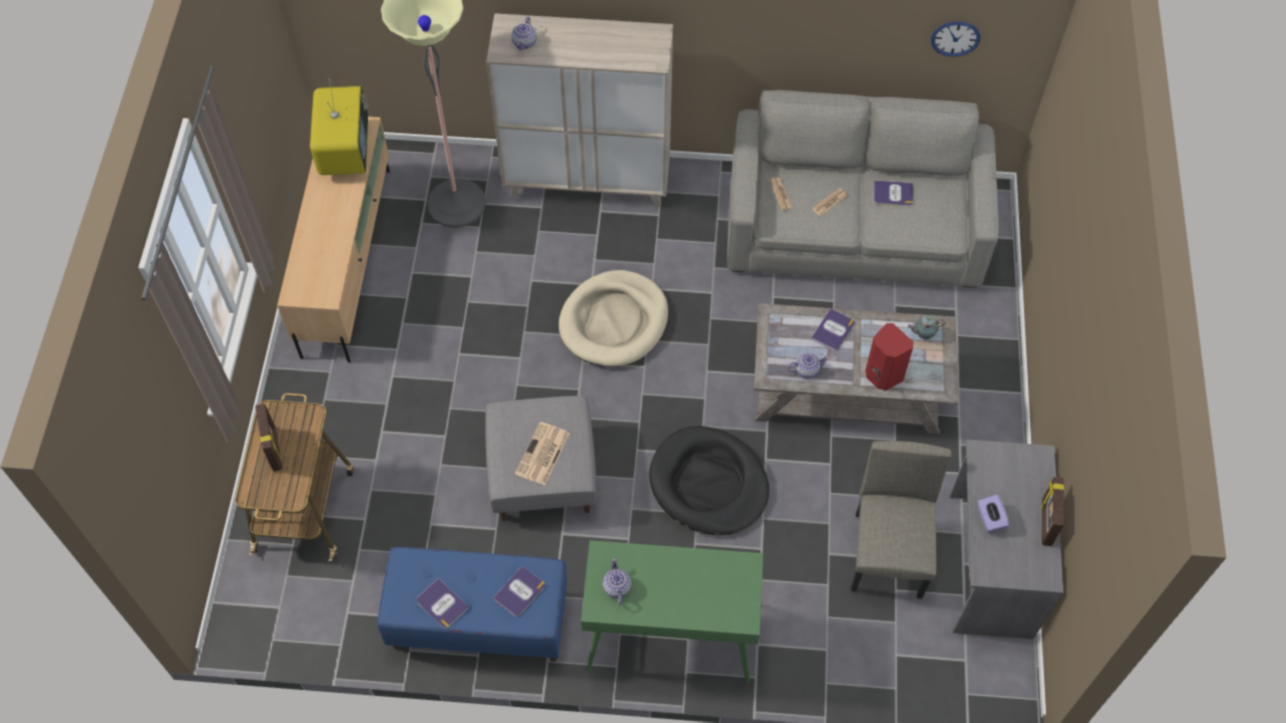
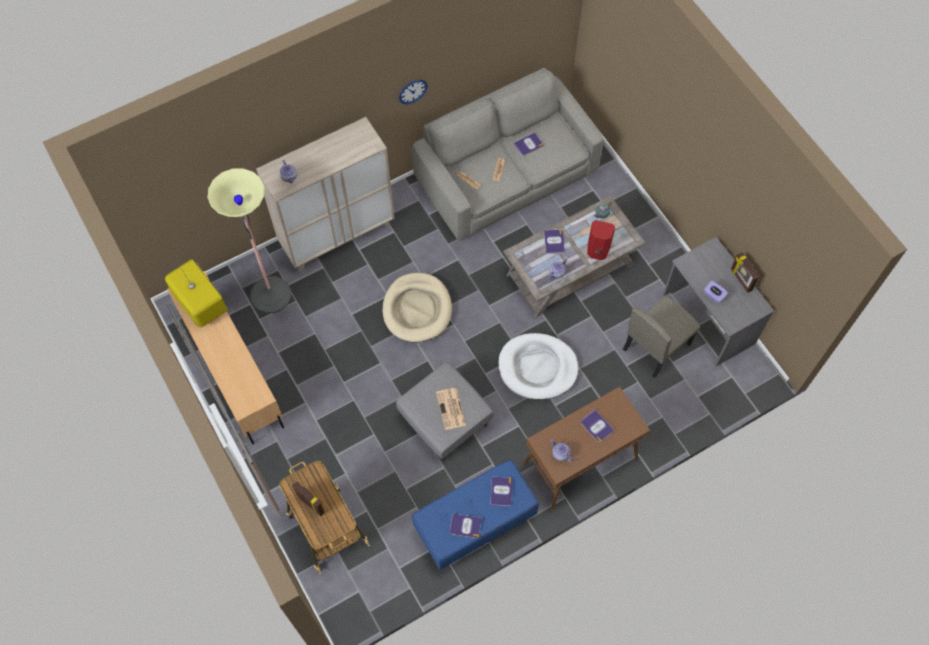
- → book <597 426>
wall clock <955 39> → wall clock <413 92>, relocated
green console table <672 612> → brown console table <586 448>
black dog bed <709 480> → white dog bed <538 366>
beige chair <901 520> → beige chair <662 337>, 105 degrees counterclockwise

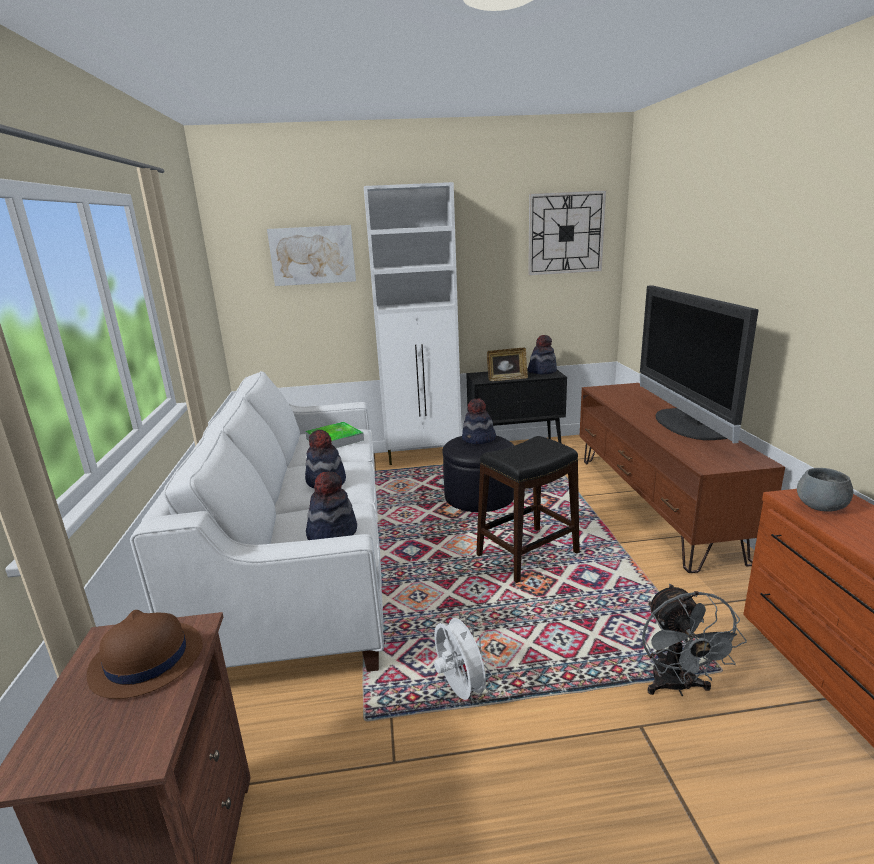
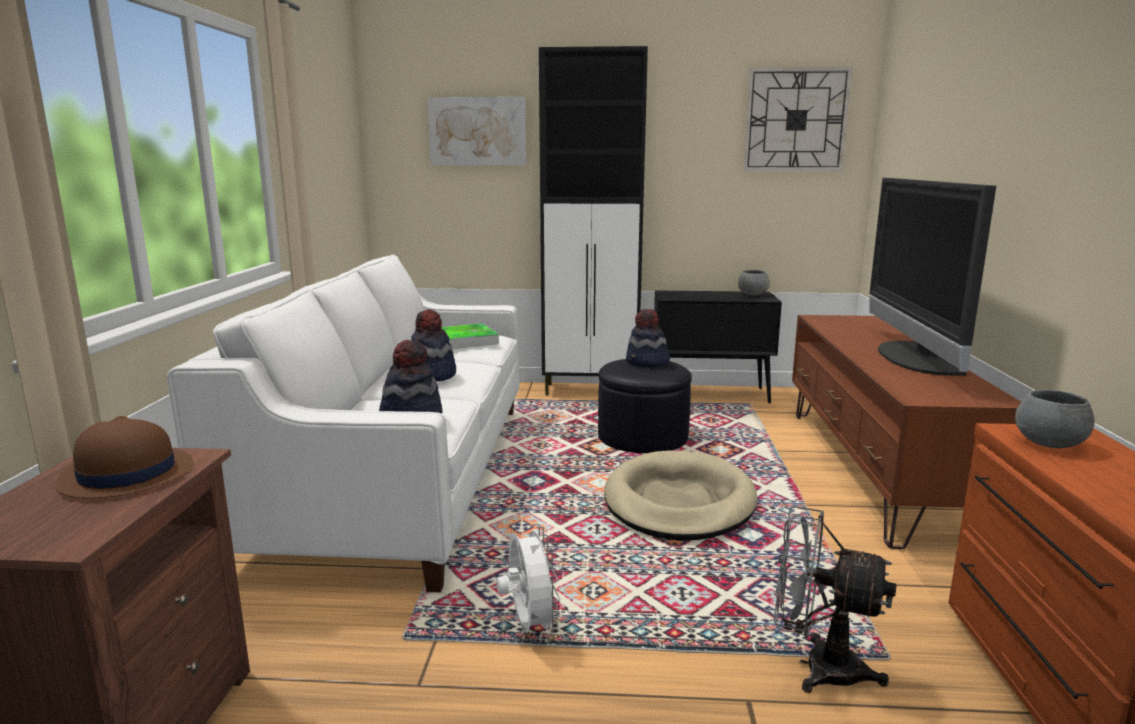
picture frame <507 364> → -
black stool <528 509> → beige dog bed <680 495>
hat <542 354> → grey bowl <754 283>
white cabinet <413 323> → black cabinet <593 220>
grey fan <694 640> → grey fan <834 599>, 105 degrees clockwise

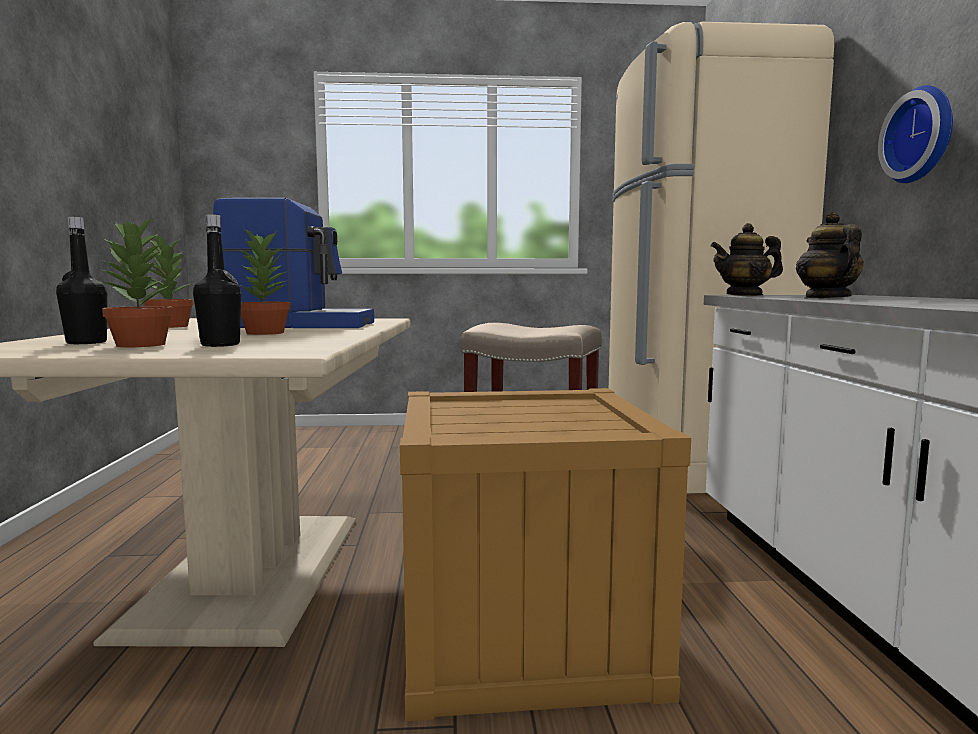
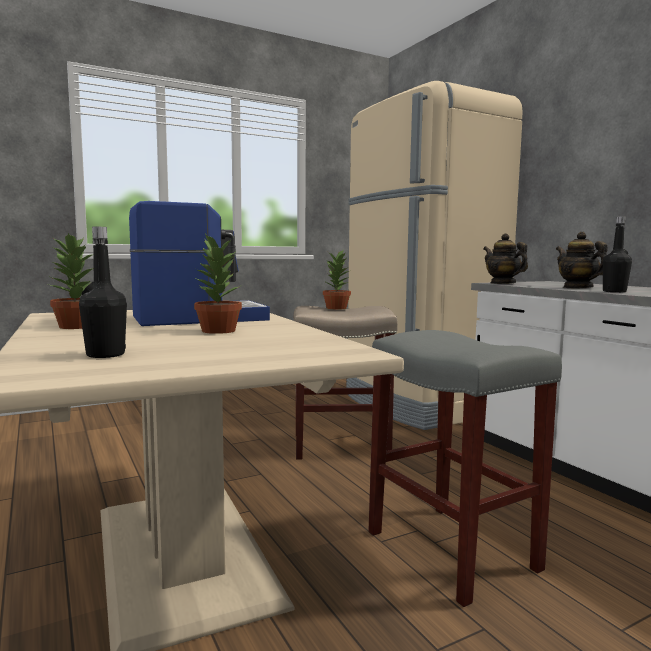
wall clock <915 134> → -
potted plant <134 282> → potted plant <337 280>, relocated
black bottle <217 280> → black bottle <617 254>, relocated
crate <545 554> → grey stool <465 468>
teapot <747 259> → teapot <505 258>, 90 degrees clockwise

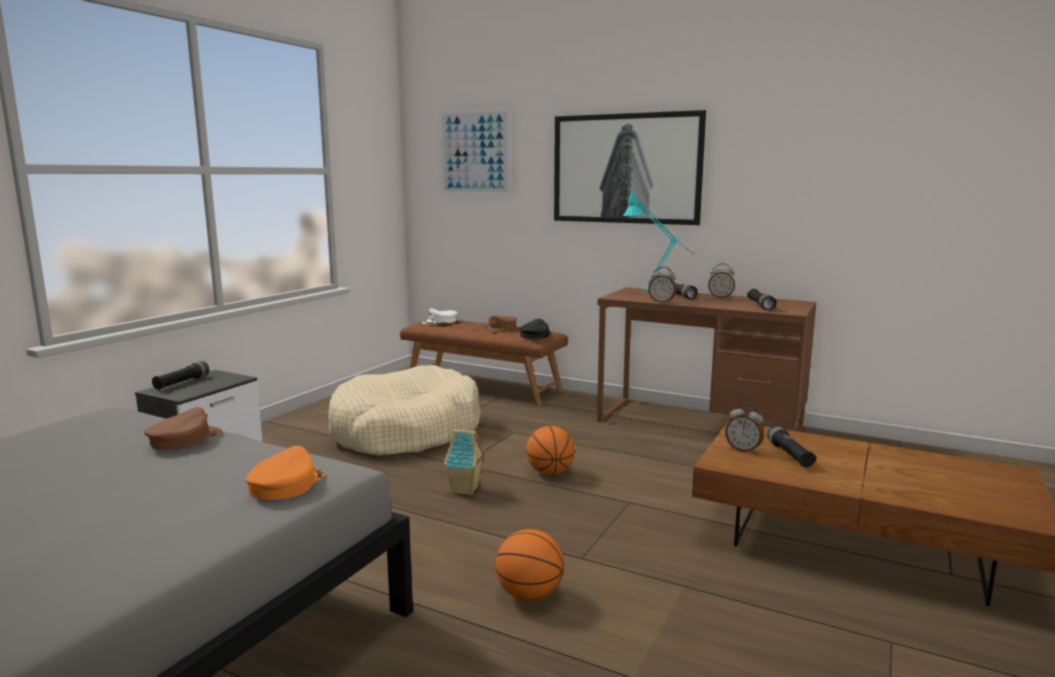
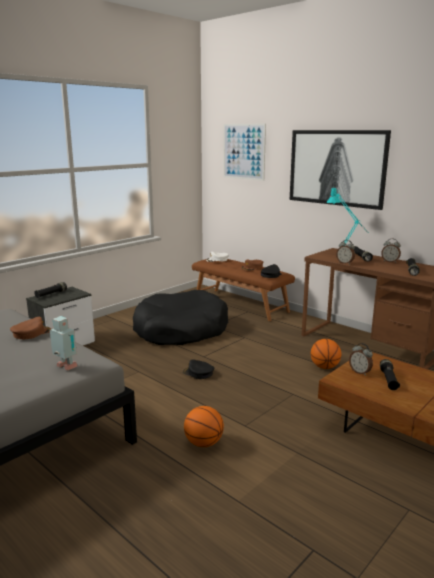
basketball <550 450> → basketball <326 354>, relocated
orange cap <285 473> → toy robot <63 343>
toy house <465 462> → black cap <198 369>
beige dog bed <404 410> → black dog bed <180 317>

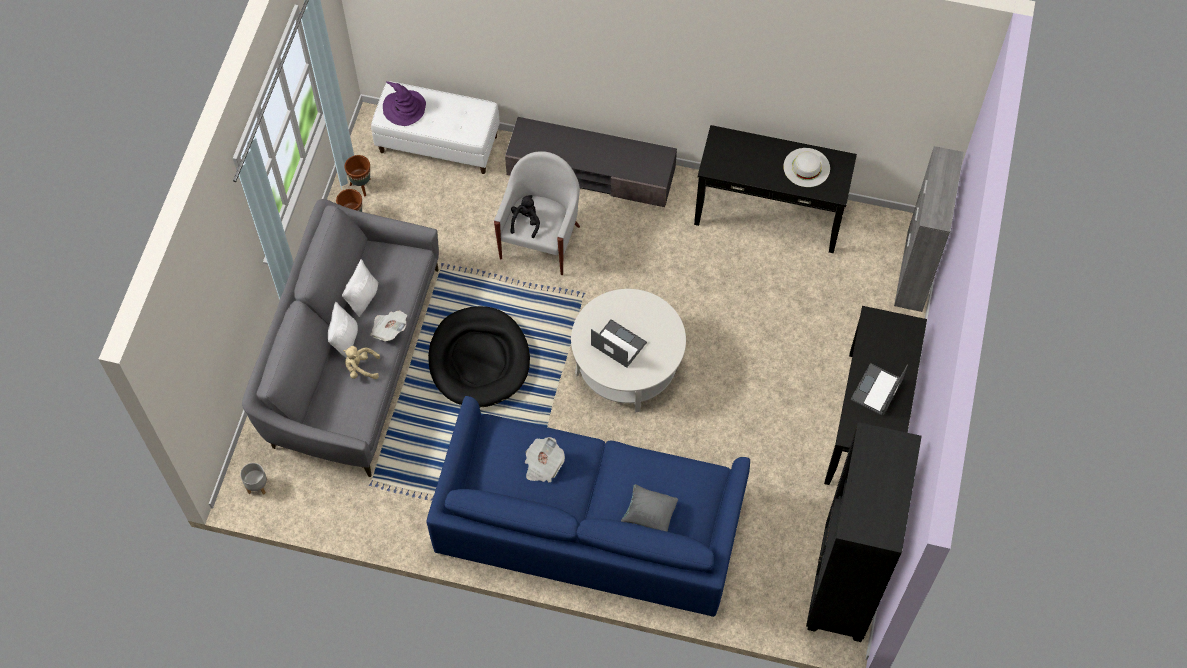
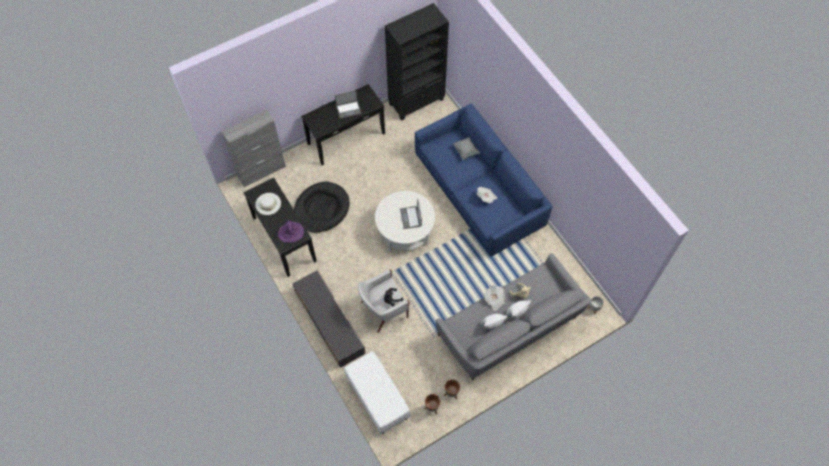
purple hat <404 103> → purple hat <291 232>, relocated
black dog bed <479 357> → black dog bed <322 207>, relocated

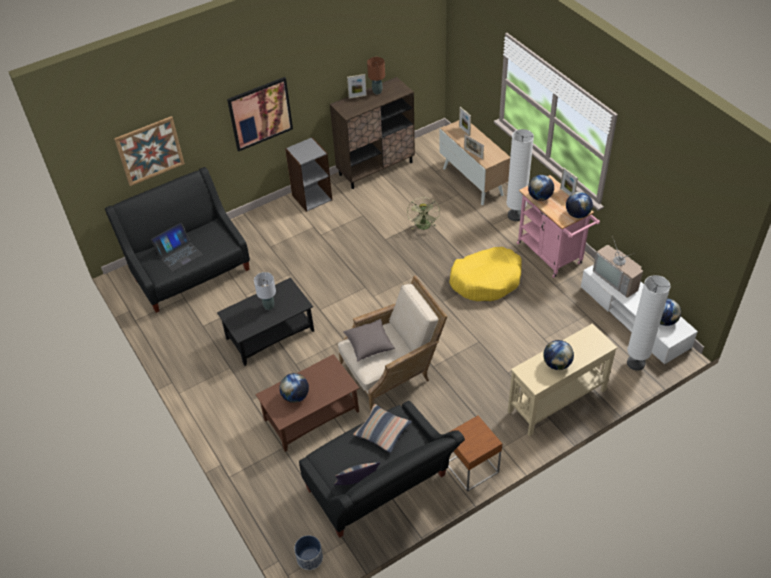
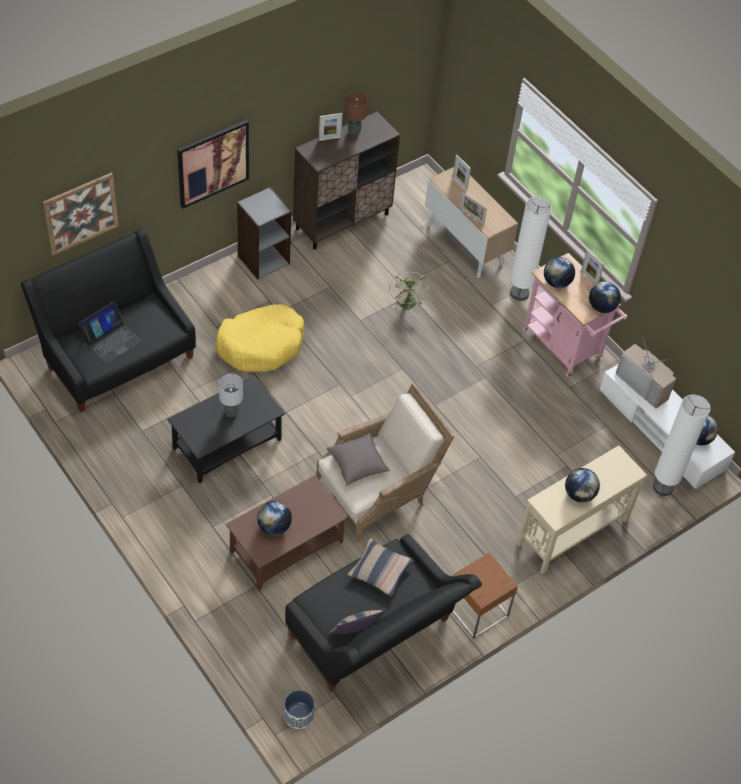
yellow dog bed <485 274> → yellow dog bed <259 338>, relocated

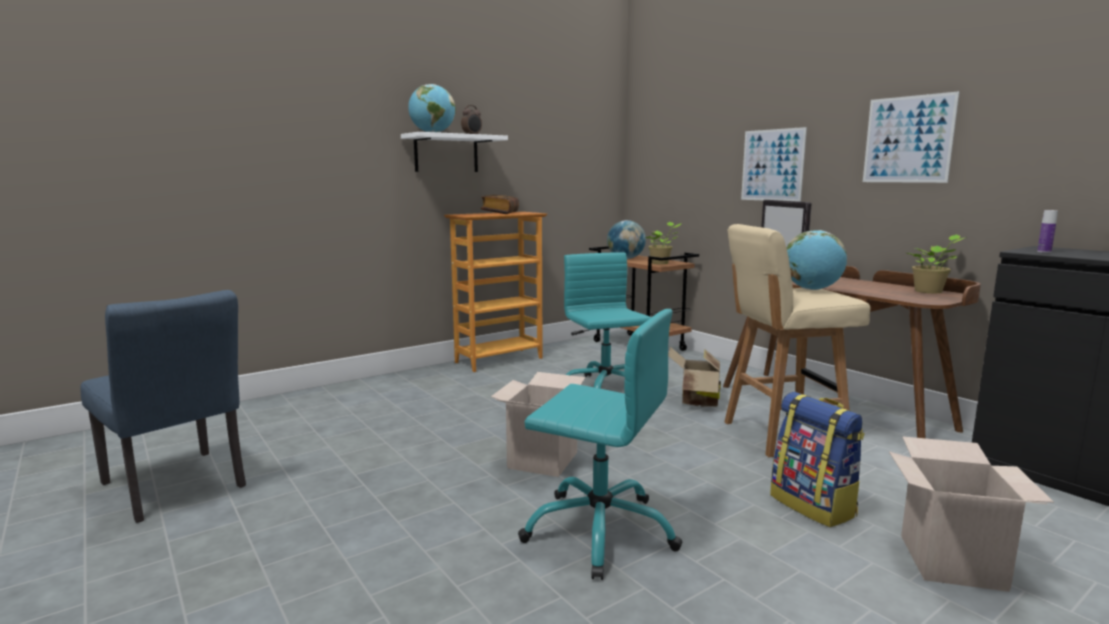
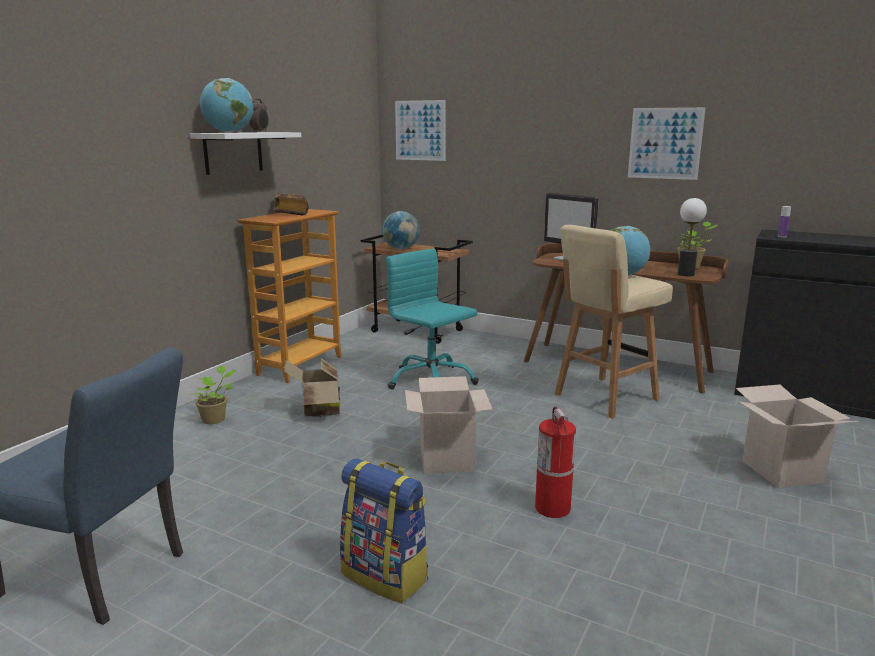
- → table lamp <692 237>
potted plant <663 243> → potted plant <212 395>, relocated
cardboard box <694 377> → cardboard box <312 387>, relocated
picture <774 164> → picture <420 130>, relocated
backpack <817 459> → backpack <384 530>, relocated
turquoise office chair <600 444> → fire extinguisher <555 462>

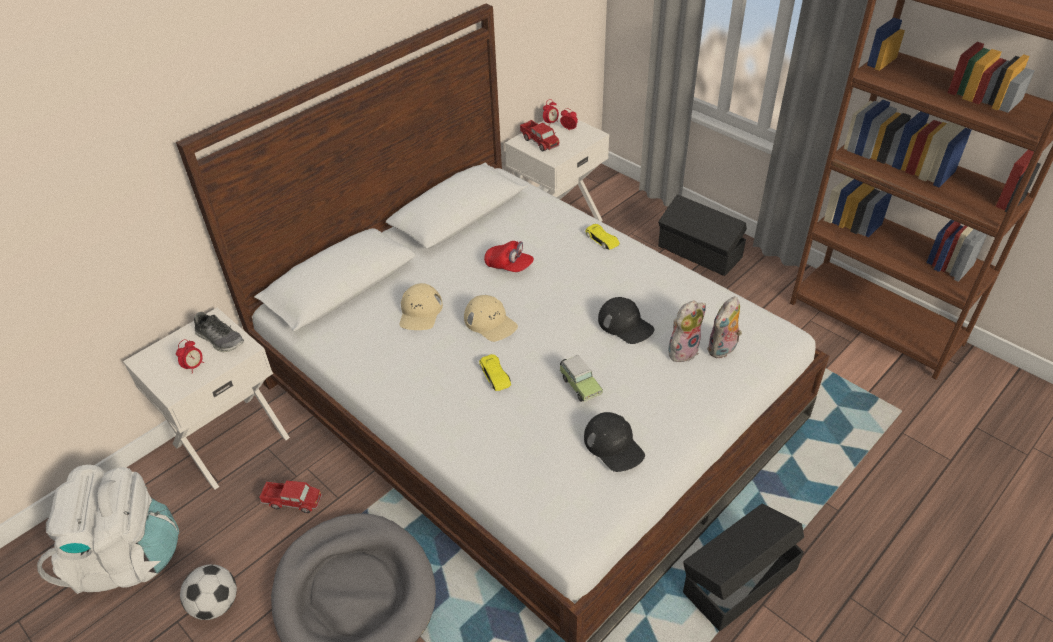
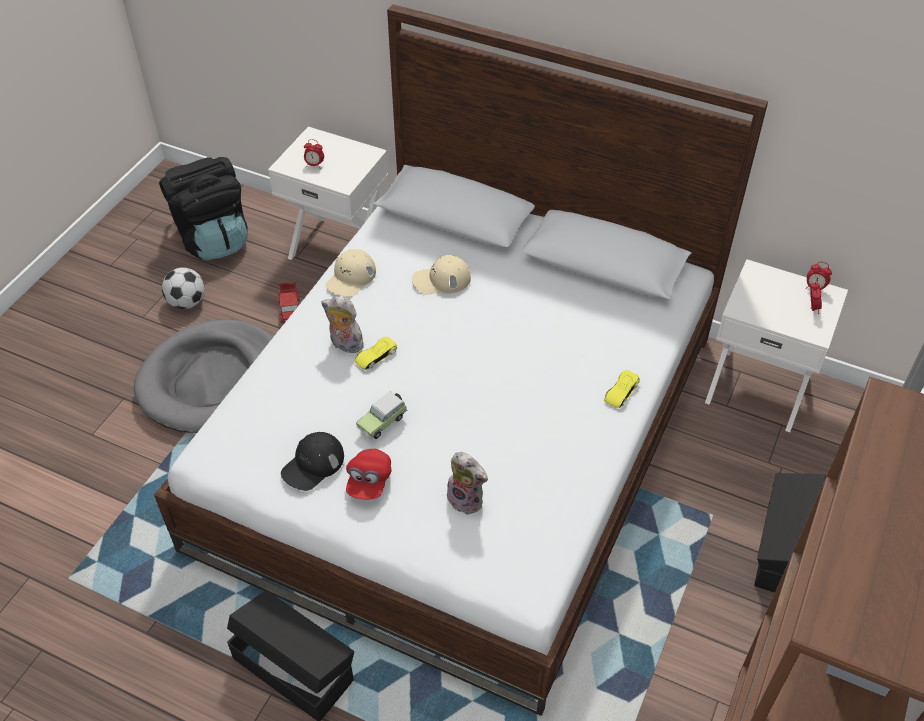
shoe <219 332> → -
toy truck <539 135> → -
black cap <626 320> → -
beige cap <491 318> → beige cap <350 273>, relocated
red cap <509 256> → red cap <369 474>, relocated
plush toy <724 327> → plush toy <344 324>, relocated
white backpack <108 529> → black backpack <203 208>

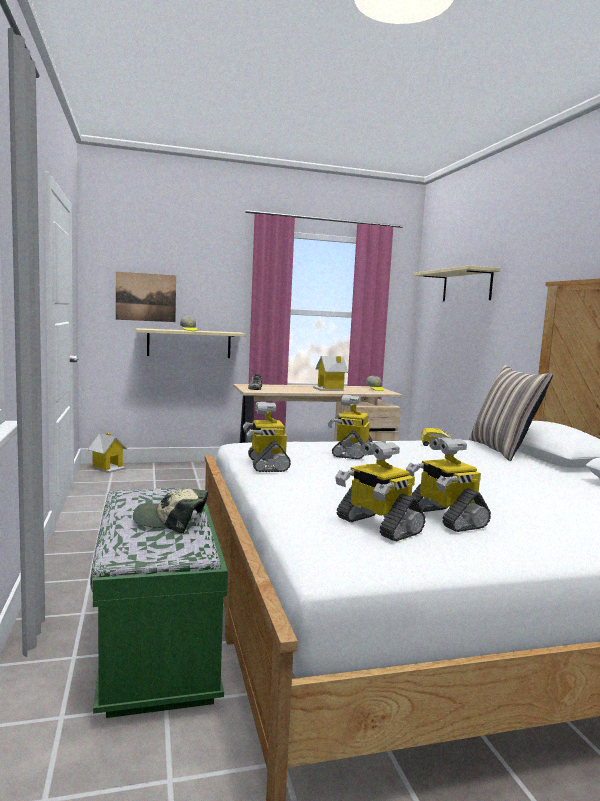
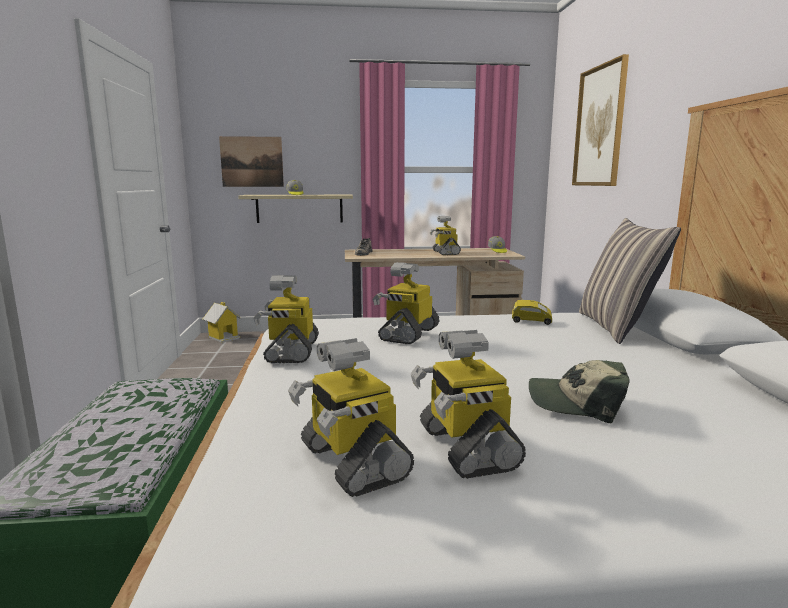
cap <170 511> → cap <579 391>, relocated
toy house <331 373> → toy robot <445 235>
beige shelf <457 283> → picture <600 120>

